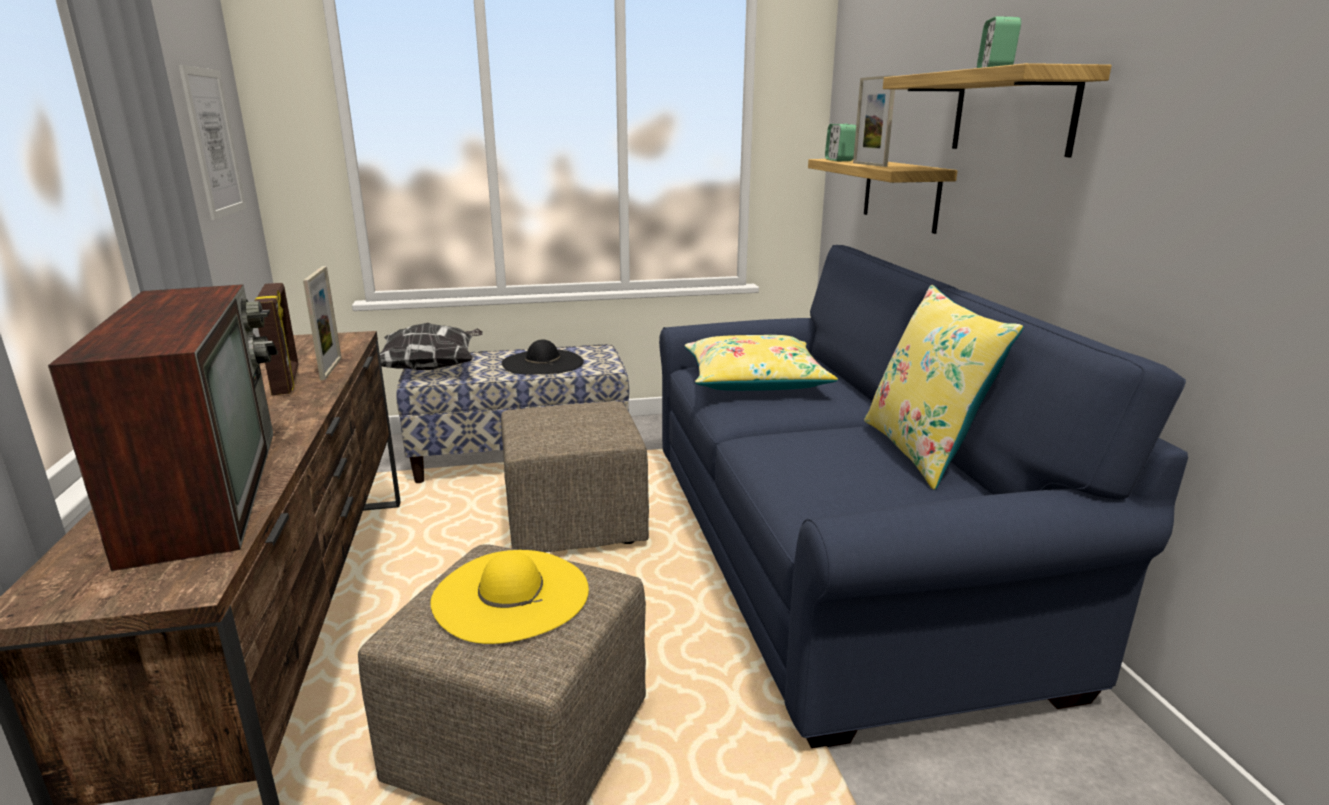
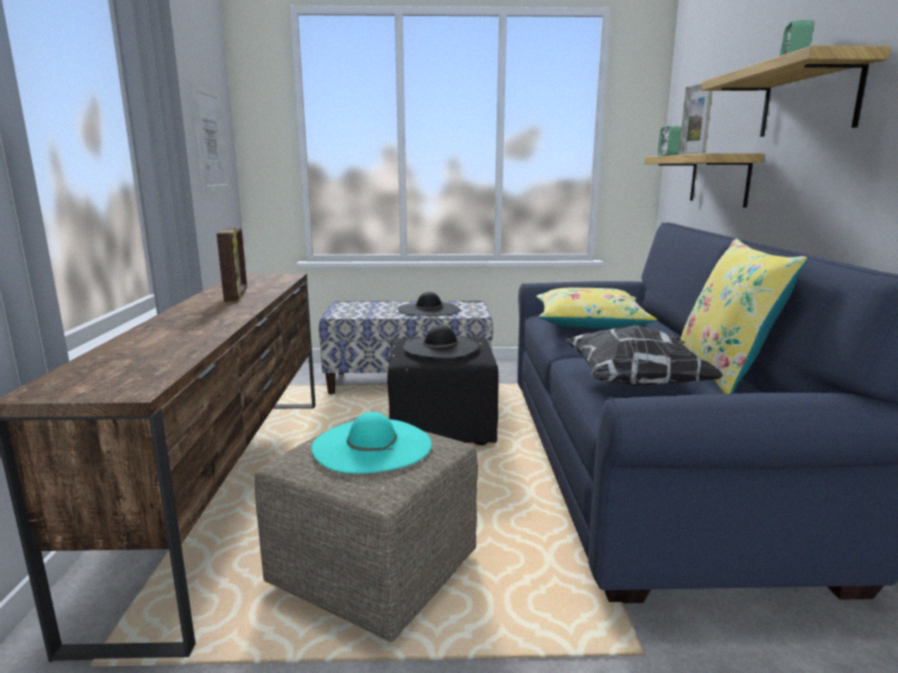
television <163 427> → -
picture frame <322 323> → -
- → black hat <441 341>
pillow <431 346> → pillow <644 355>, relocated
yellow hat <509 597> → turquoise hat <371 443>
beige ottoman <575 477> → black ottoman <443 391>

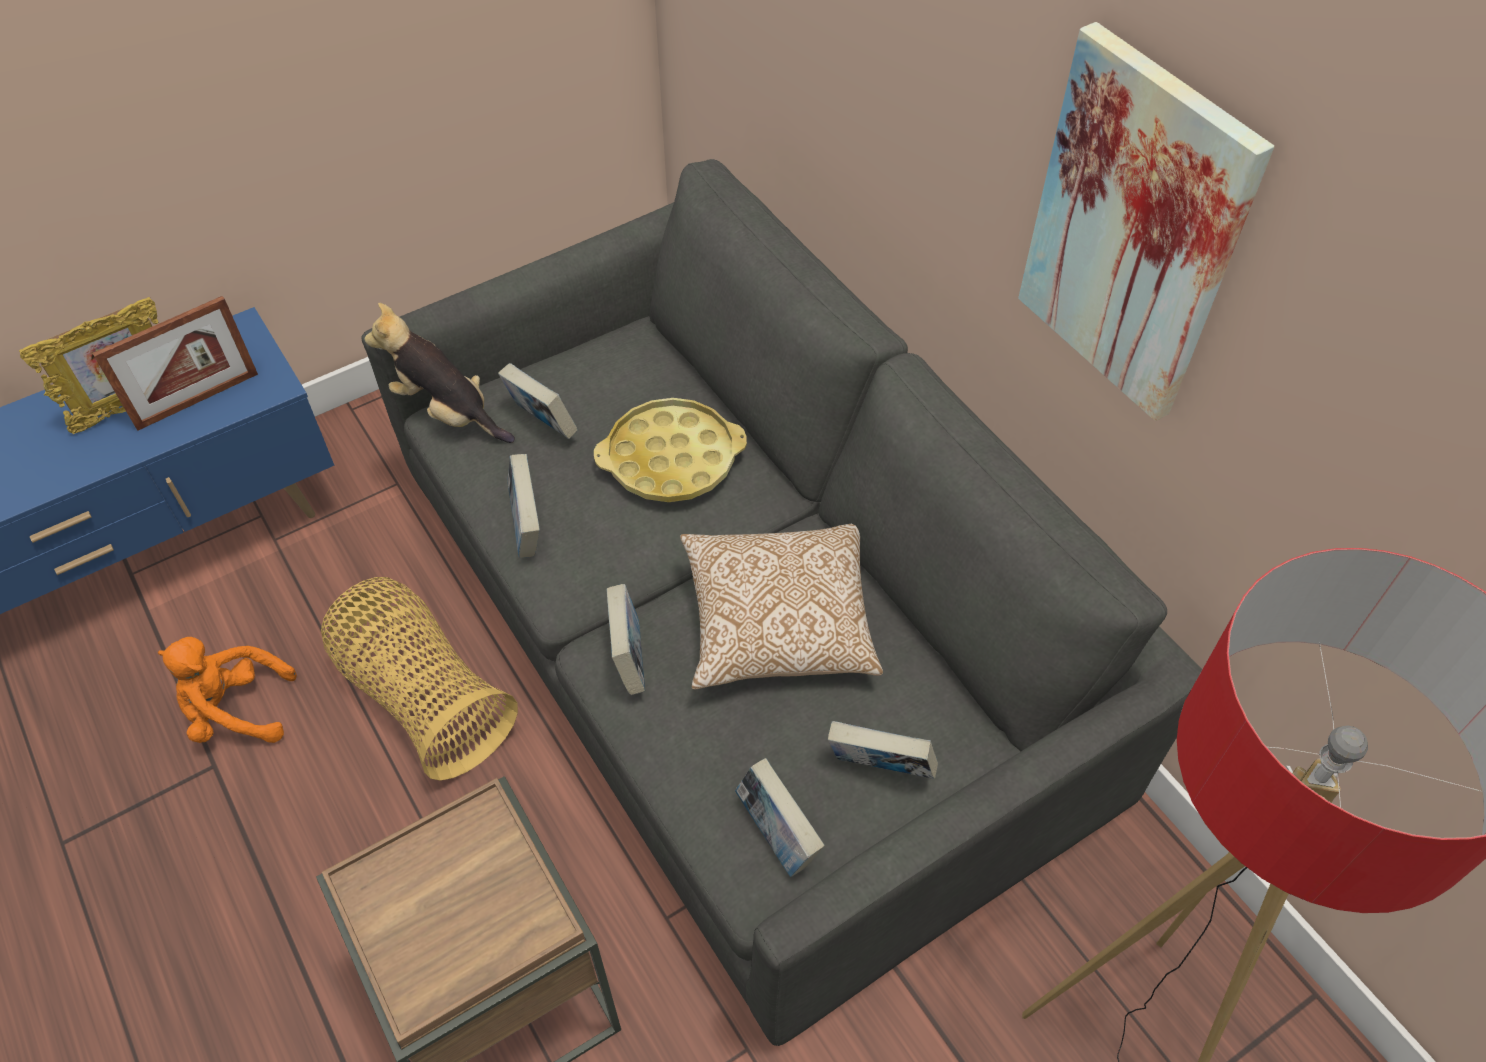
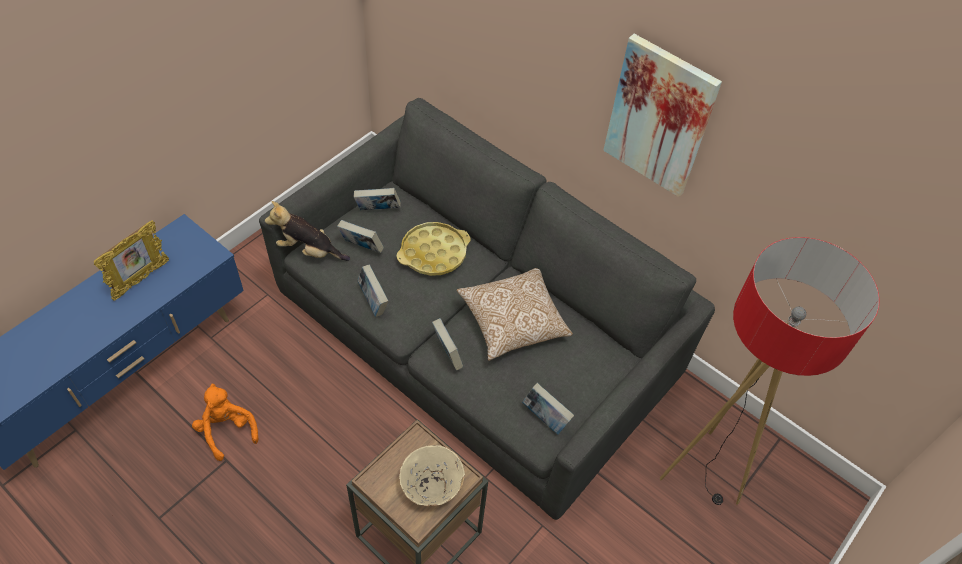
picture frame <175 363> → -
basket <419 679> → -
- → beige bowl <432 475>
book <883 750> → book <377 199>, relocated
orange plush toy <227 690> → orange plush toy <225 422>, 75 degrees clockwise

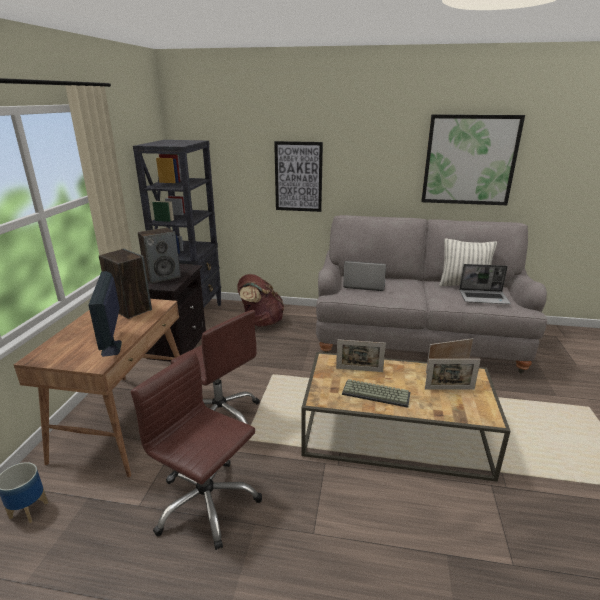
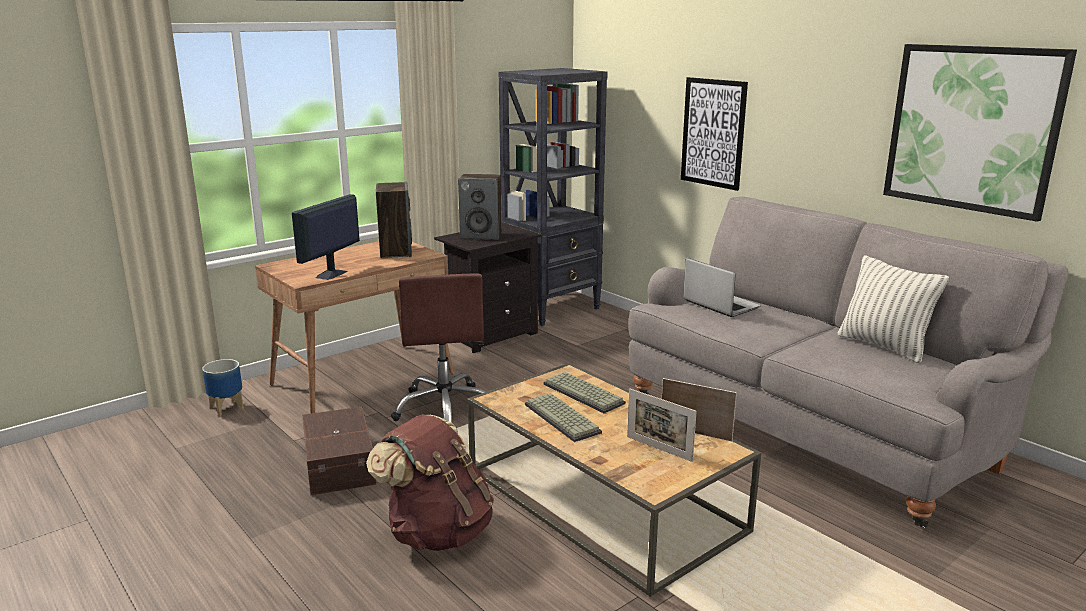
laptop <485 284> → -
brown backpack <260 300> → brown backpack <430 482>, relocated
brown office chair <196 450> → brown storage box <339 451>
picture frame <361 355> → keyboard <585 392>

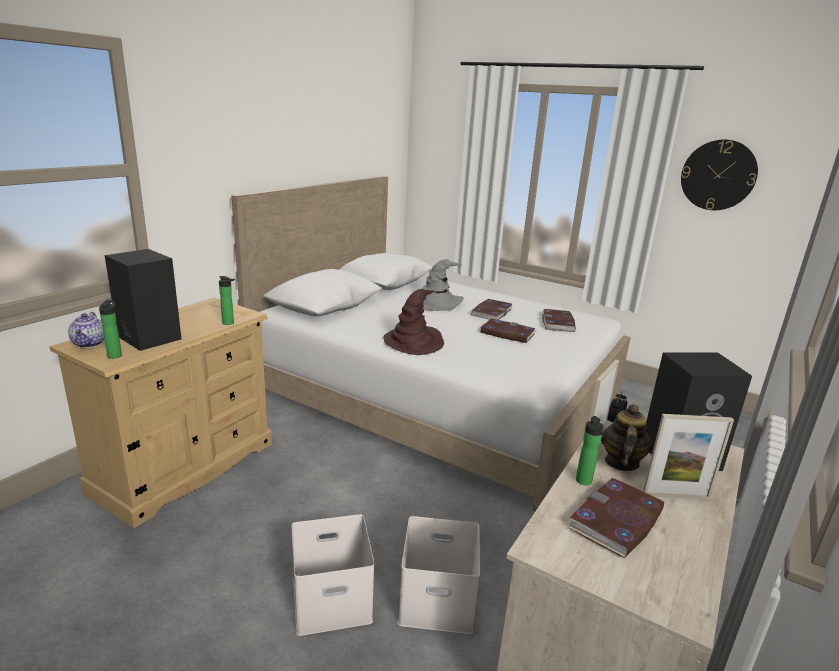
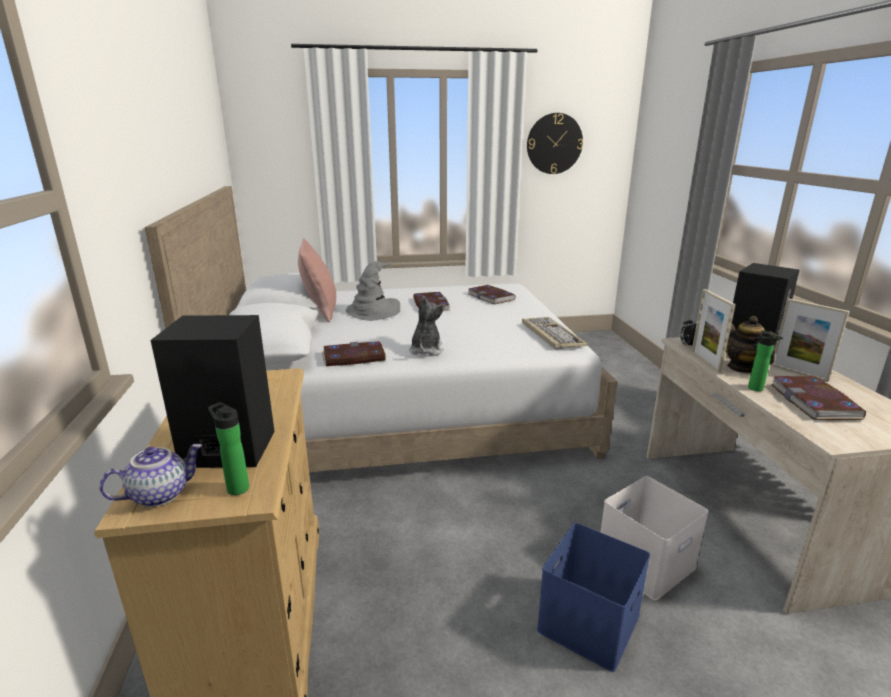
bottle <227 300> → -
- → pink pillow <317 280>
- → keyboard <554 333>
book <507 330> → book <354 353>, relocated
brown hat <413 322> → plush toy <427 326>
white storage box <333 575> → blue storage box <593 597>
teapot <86 330> → teapot <151 475>, 75 degrees counterclockwise
picture frame <688 456> → picture frame <810 340>, 90 degrees clockwise

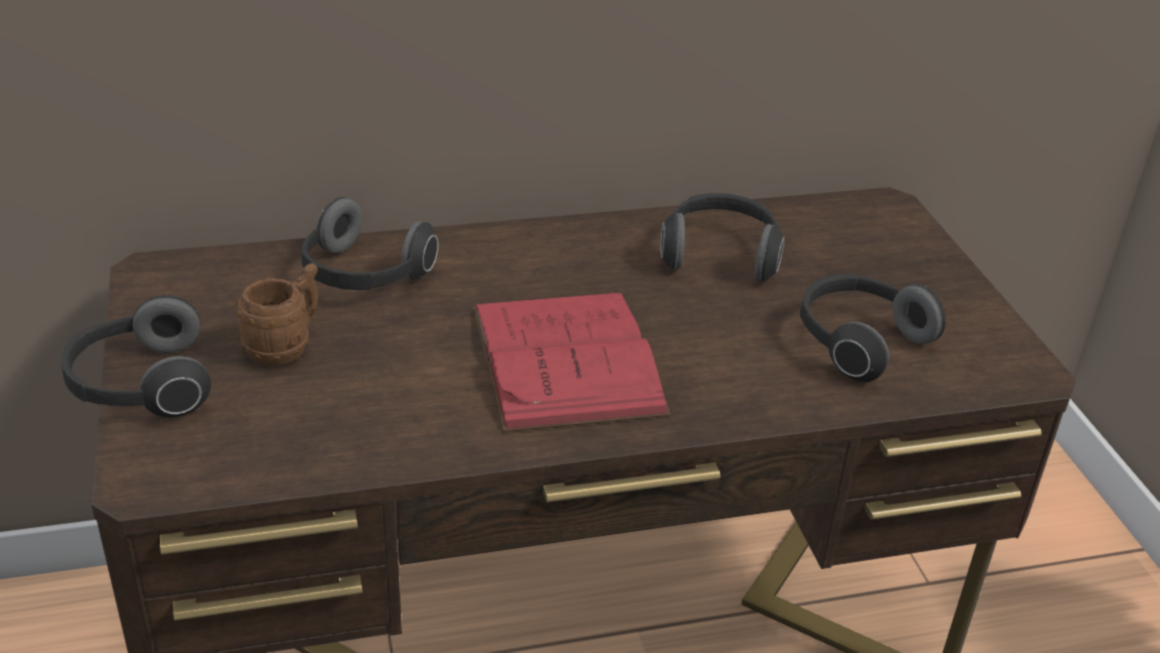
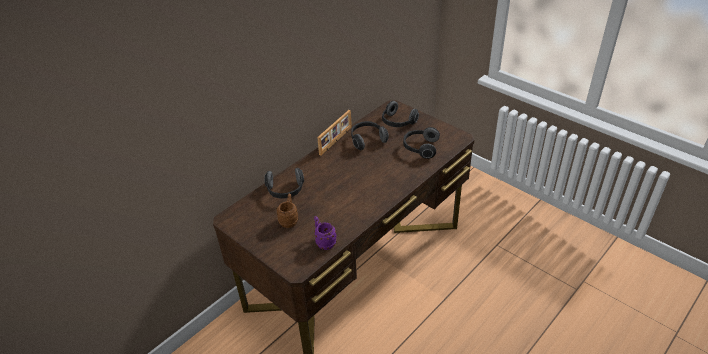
red book <572 362> → -
- → purple mug <325 233>
- → picture frame <334 133>
headphones <136 356> → headphones <400 114>, relocated

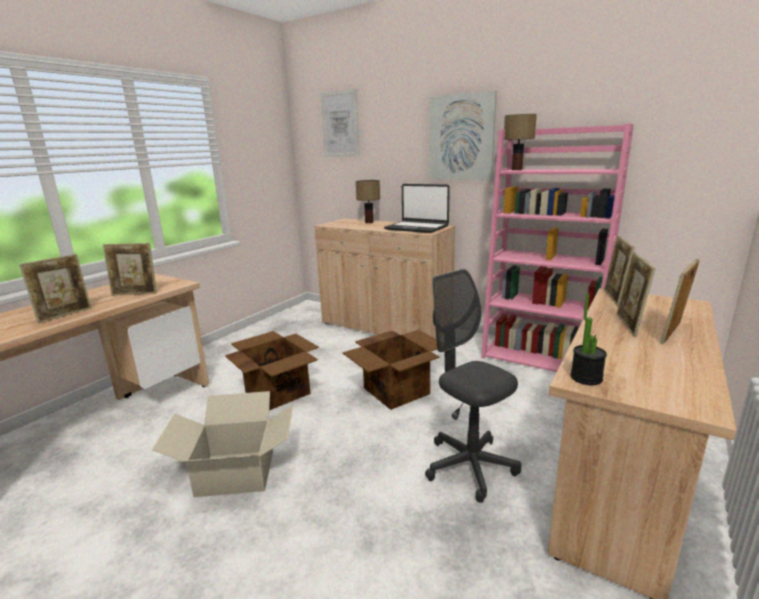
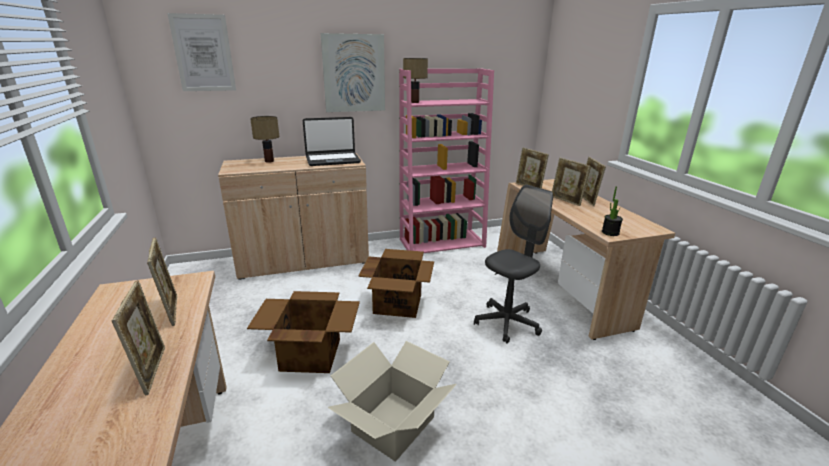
picture frame <130 269> → picture frame <162 281>, 60 degrees counterclockwise
grey office chair <473 386> → grey office chair <513 264>, 135 degrees clockwise

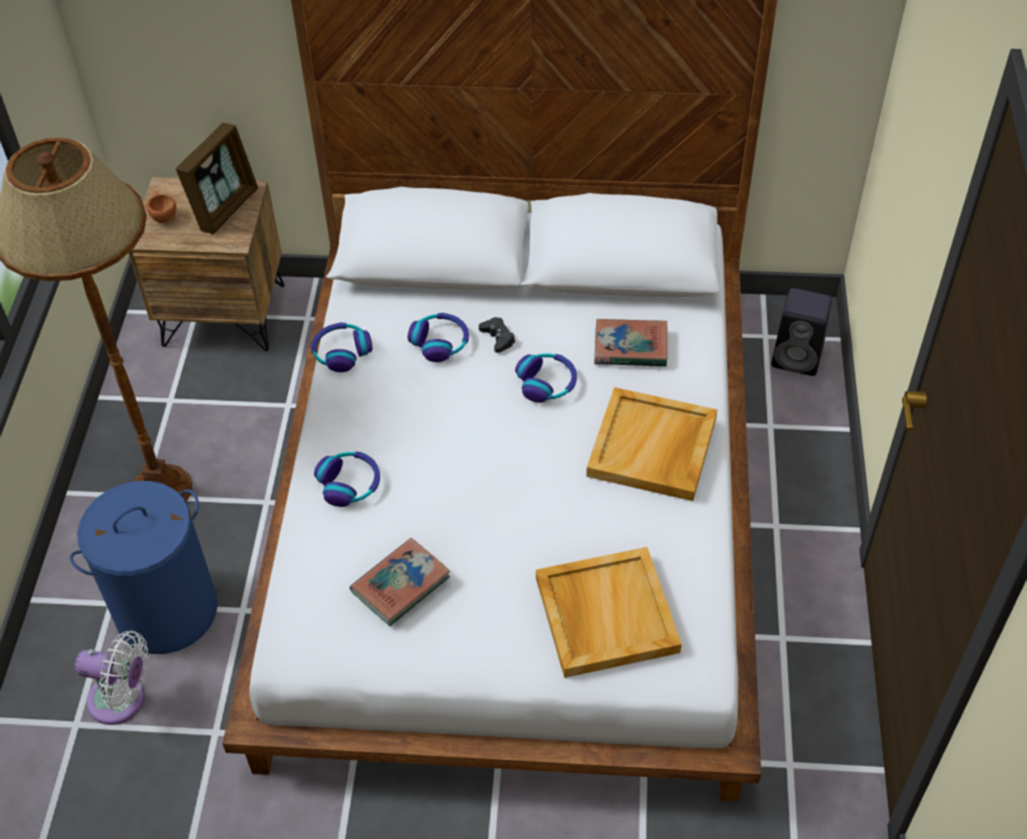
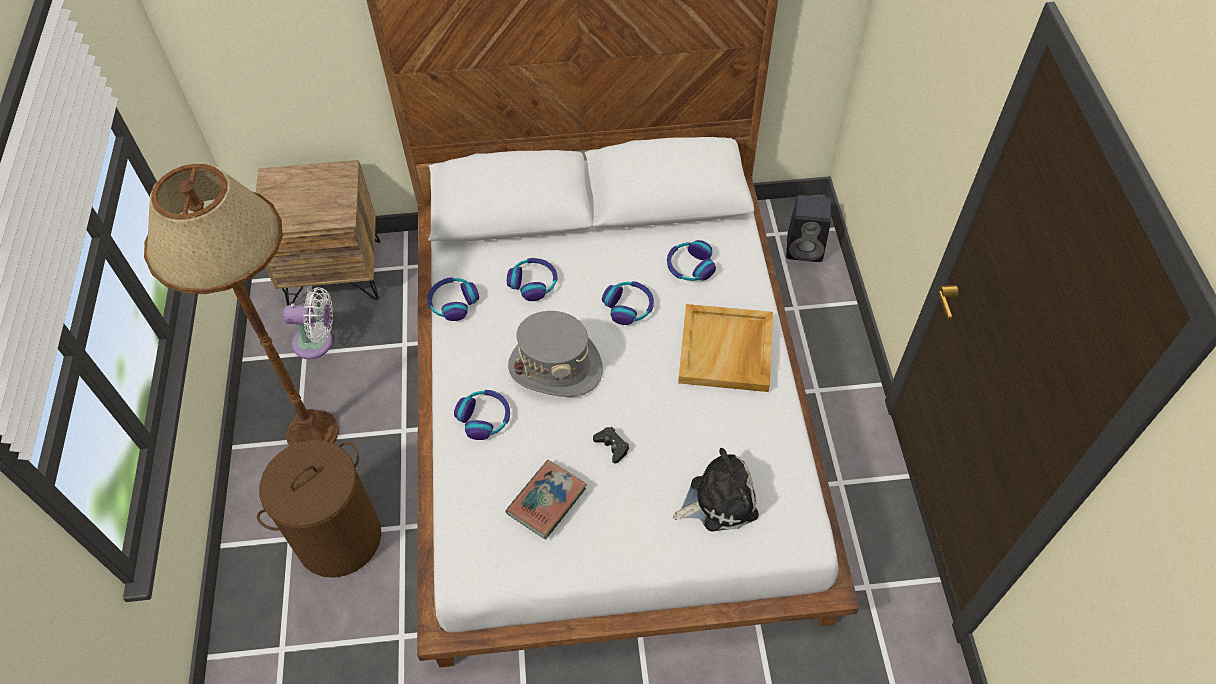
brown cup <161 207> → -
picture frame <217 178> → -
- → grey hat <555 354>
white fan <111 678> → white fan <308 323>, relocated
black game controller <497 335> → black game controller <611 445>, relocated
beige tray <609 612> → plush toy <716 490>
book <630 342> → headphones <691 260>
blue laundry basket <144 567> → brown laundry basket <319 509>

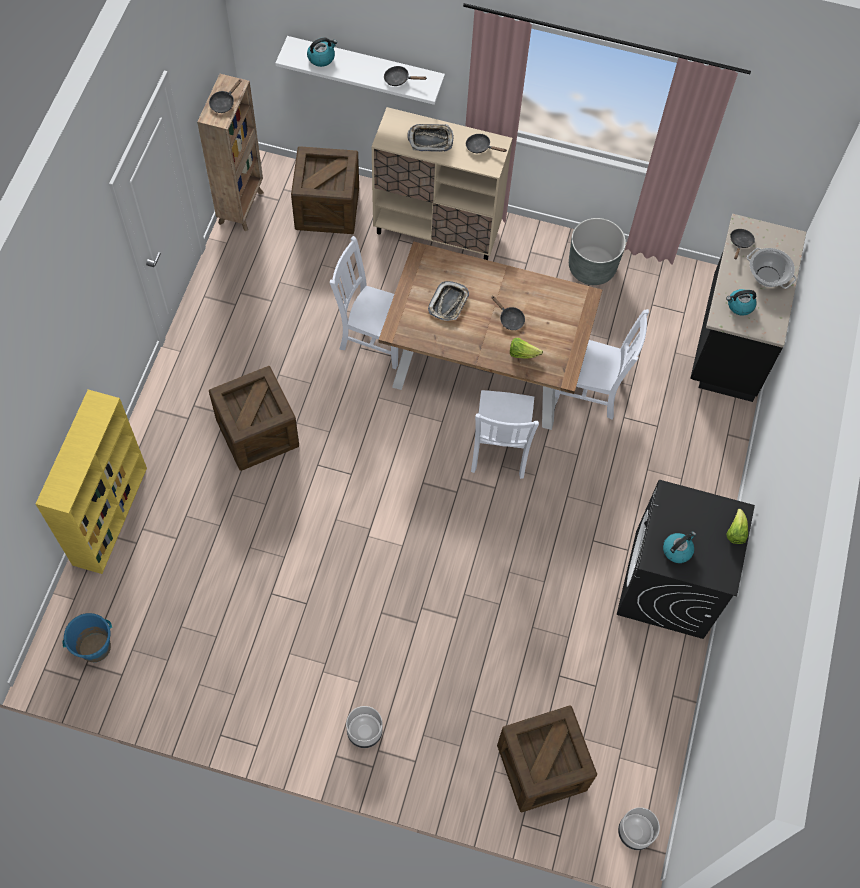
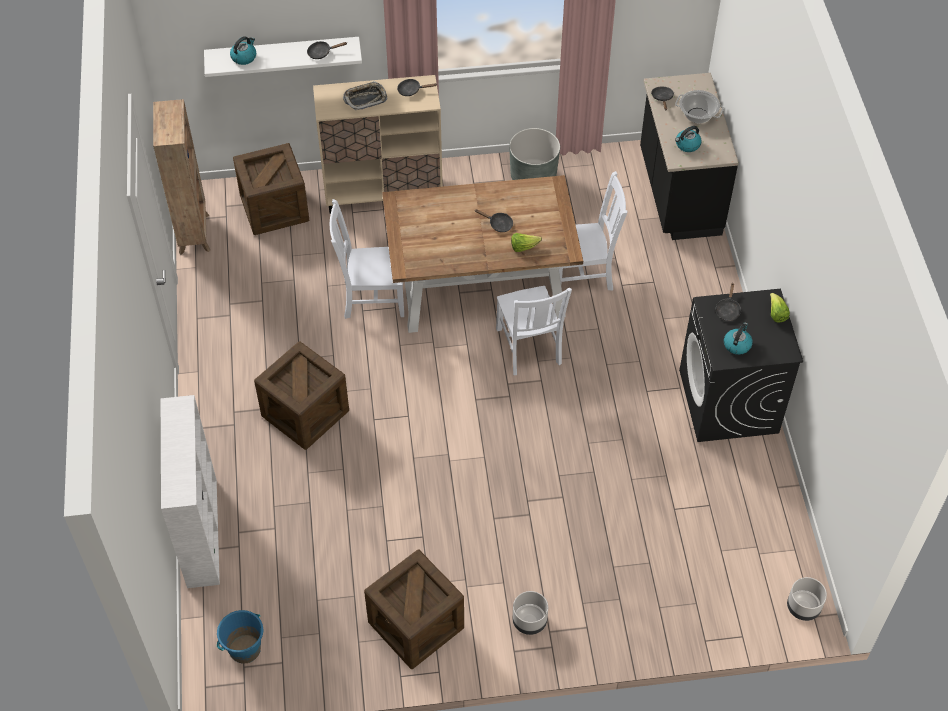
tray <448 301> → -
black frying pan <225 96> → black frying pan <728 302>, relocated
crate <547 758> → crate <414 609>, relocated
yellow bookcase <91 482> → white bookcase <190 491>

